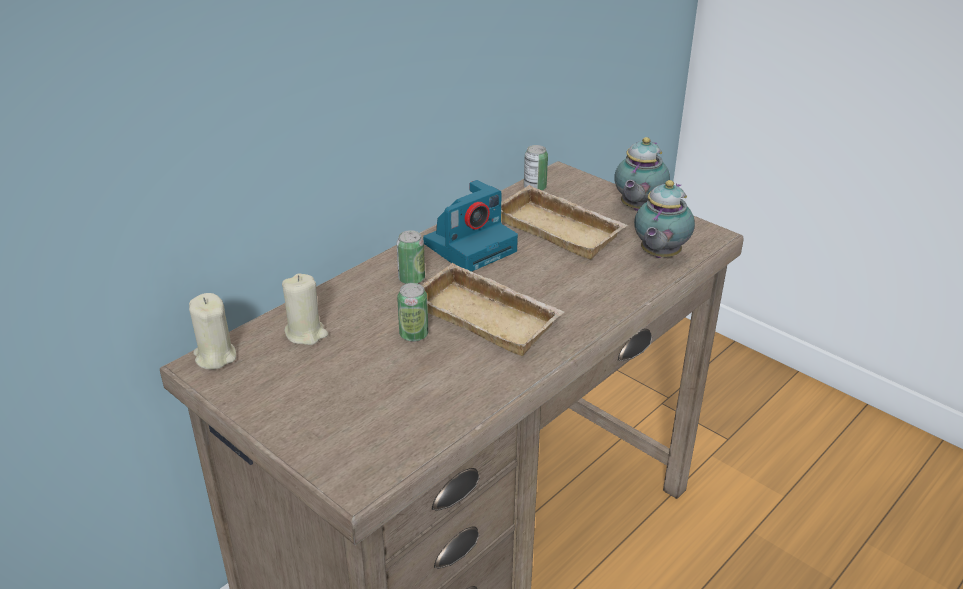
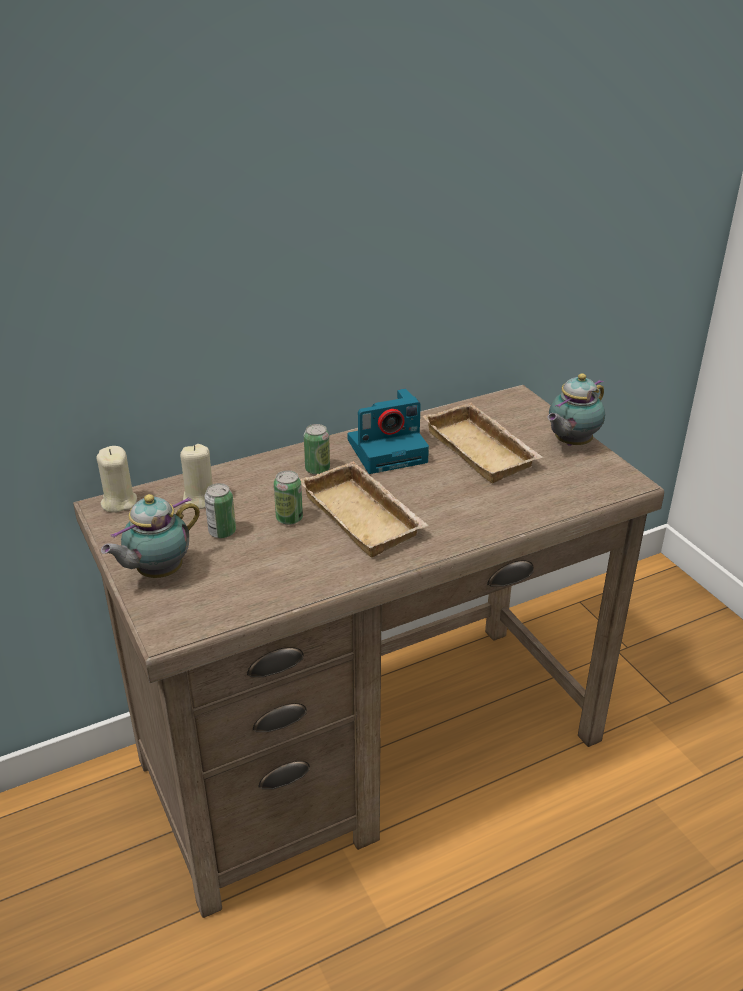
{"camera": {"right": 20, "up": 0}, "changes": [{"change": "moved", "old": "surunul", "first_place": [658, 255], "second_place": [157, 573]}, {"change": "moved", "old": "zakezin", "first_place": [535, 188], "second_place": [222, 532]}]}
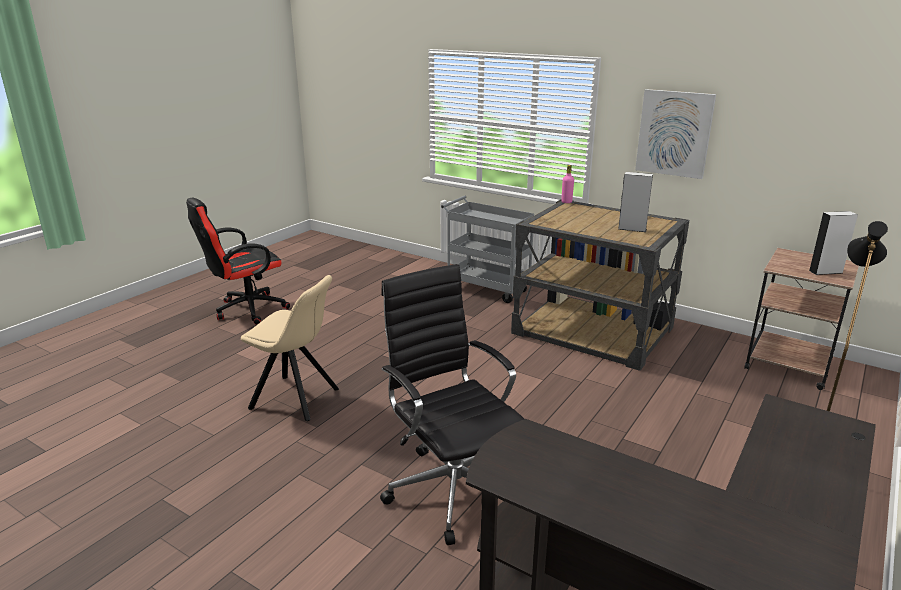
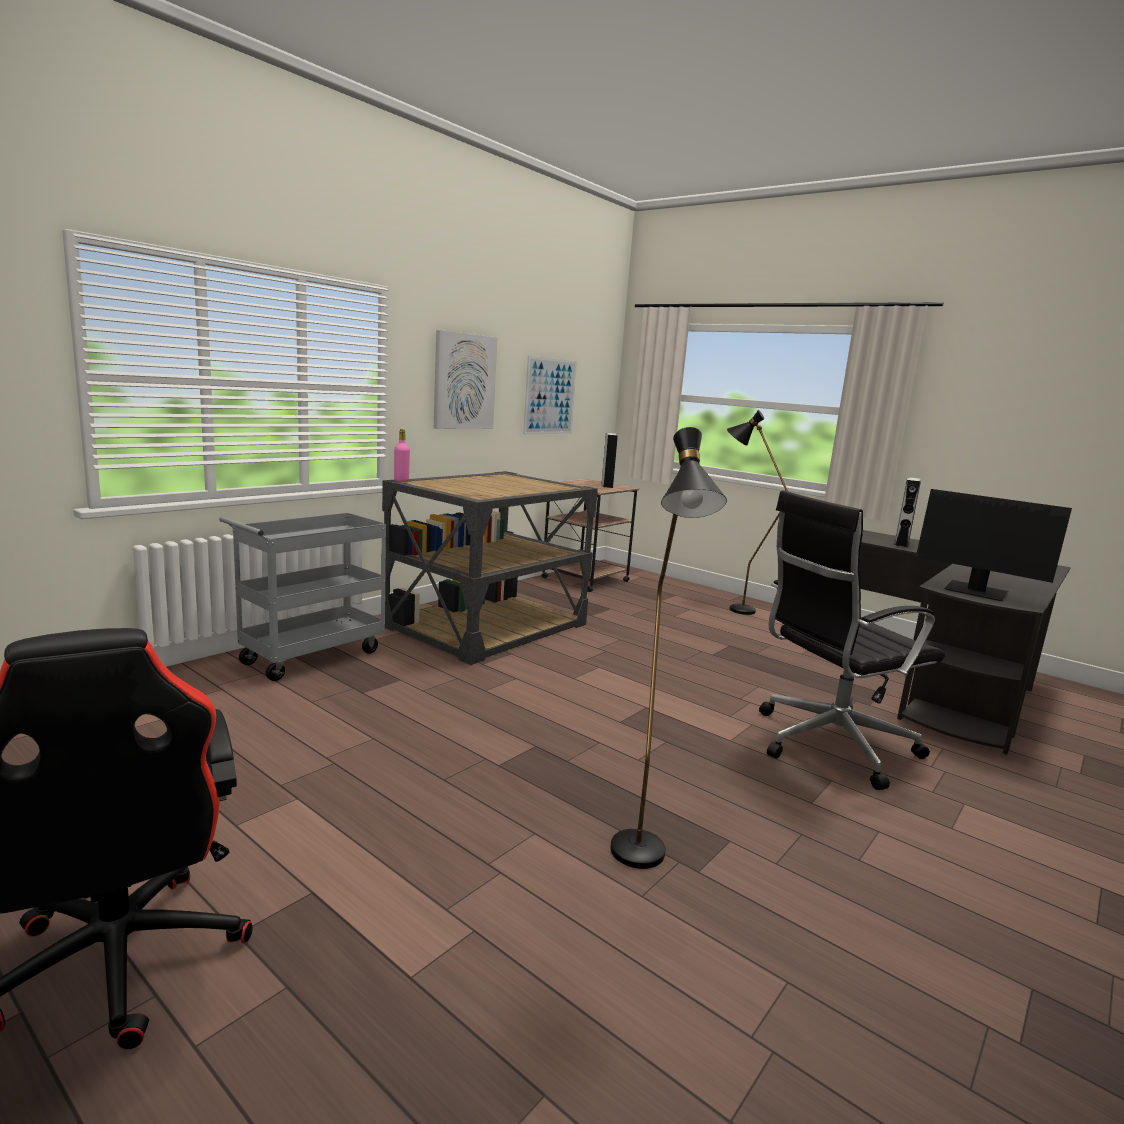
{"camera": {"right": -85, "up": -10}, "changes": [{"change": "added", "new": "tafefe", "second_place": [550, 396]}, {"change": "replaced", "old": "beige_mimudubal", "new": "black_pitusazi", "first_place": [295, 398], "second_place": [641, 865]}, {"change": "moved", "old": "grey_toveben", "first_place": [632, 229], "second_place": [901, 544]}, {"change": "added", "new": "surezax", "second_place": [976, 592]}]}
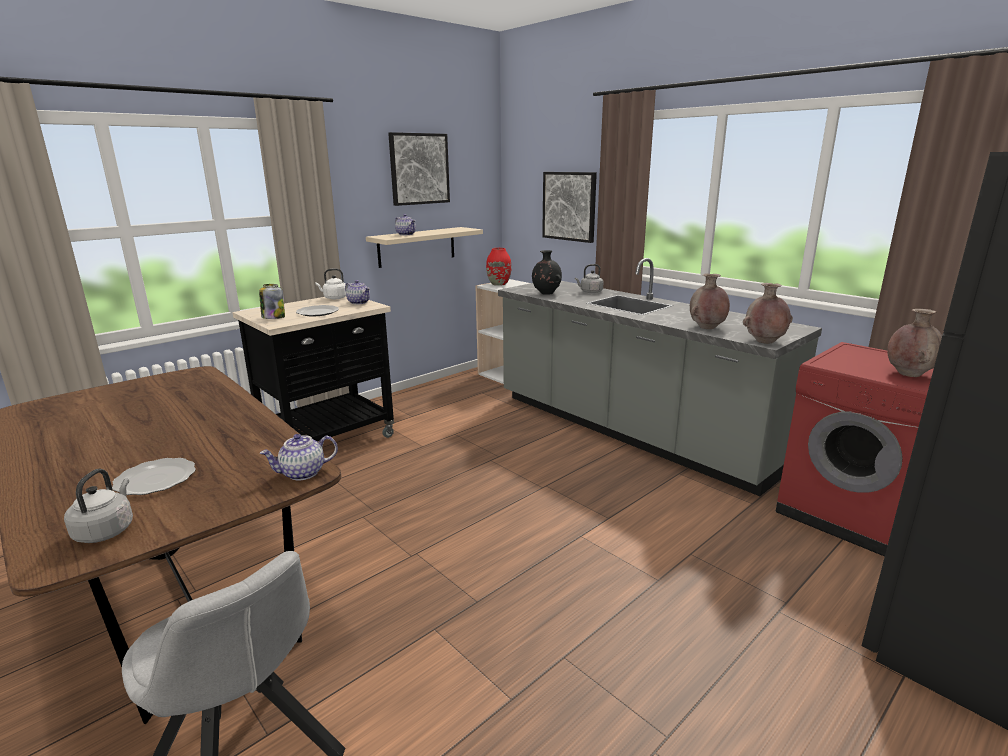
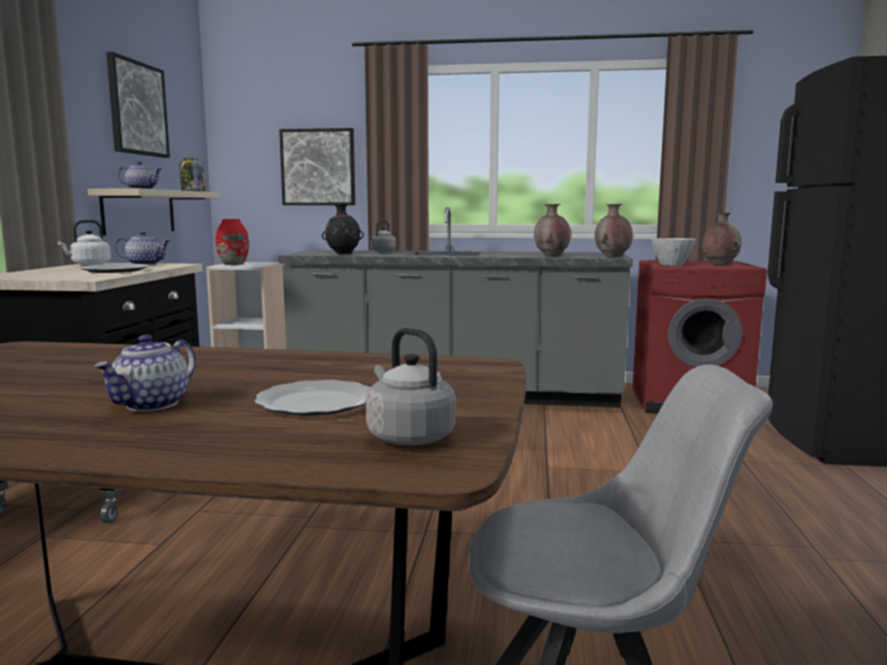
{"camera": {"right": -40, "up": -10}, "changes": [{"change": "moved", "old": "surunul", "first_place": [302, 473], "second_place": [152, 405]}, {"change": "moved", "old": "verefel", "first_place": [273, 317], "second_place": [193, 191]}, {"change": "added", "new": "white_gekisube", "second_place": [671, 264]}]}
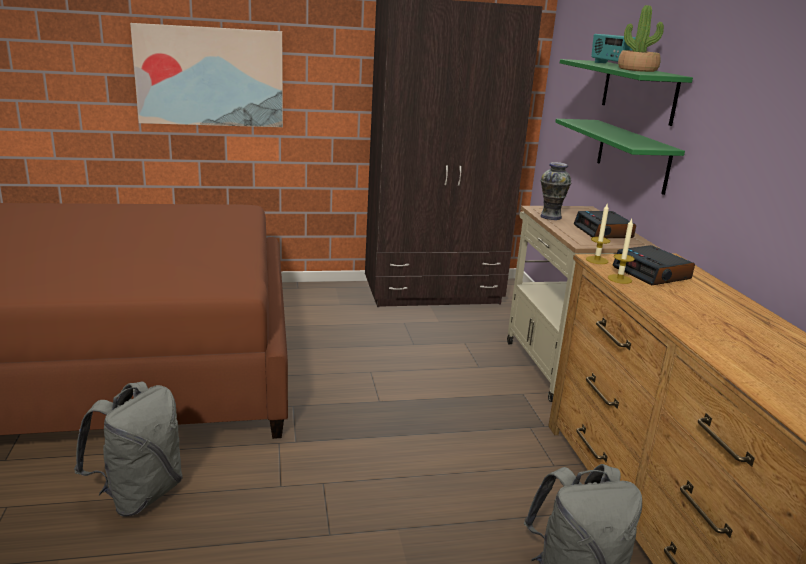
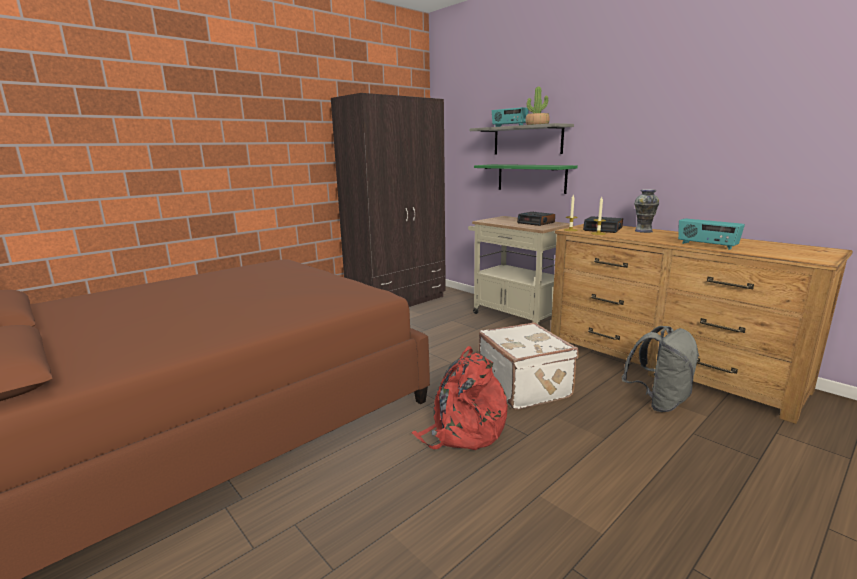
{"camera": {"right": -30, "up": -5}, "changes": [{"change": "added", "new": "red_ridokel", "second_place": [463, 430]}, {"change": "recoloured", "old": "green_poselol", "new": "grey_poselol", "first_place": [638, 91], "second_place": [527, 140]}, {"change": "added", "new": "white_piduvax", "second_place": [525, 386]}, {"change": "moved", "old": "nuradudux", "first_place": [551, 217], "second_place": [643, 231]}, {"change": "added", "new": "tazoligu", "second_place": [706, 245]}, {"change": "removed", "old": "grey_ridokel", "first_place": [139, 494]}, {"change": "removed", "old": "tafefe", "first_place": [210, 76]}]}
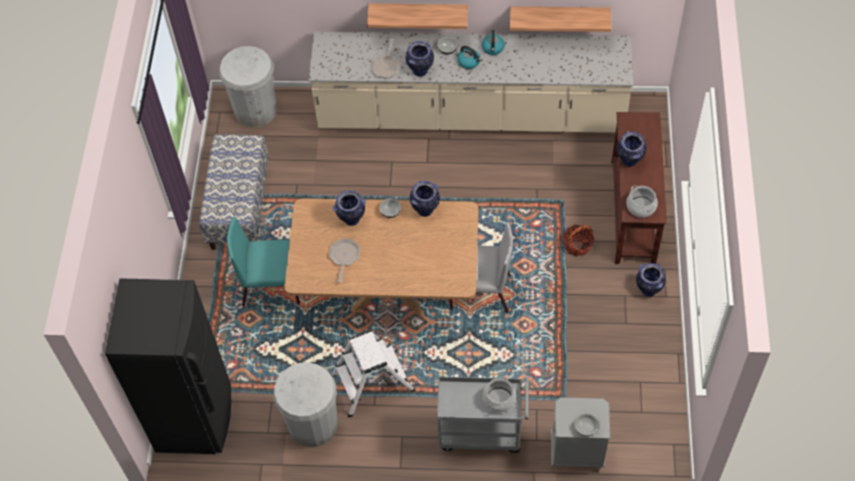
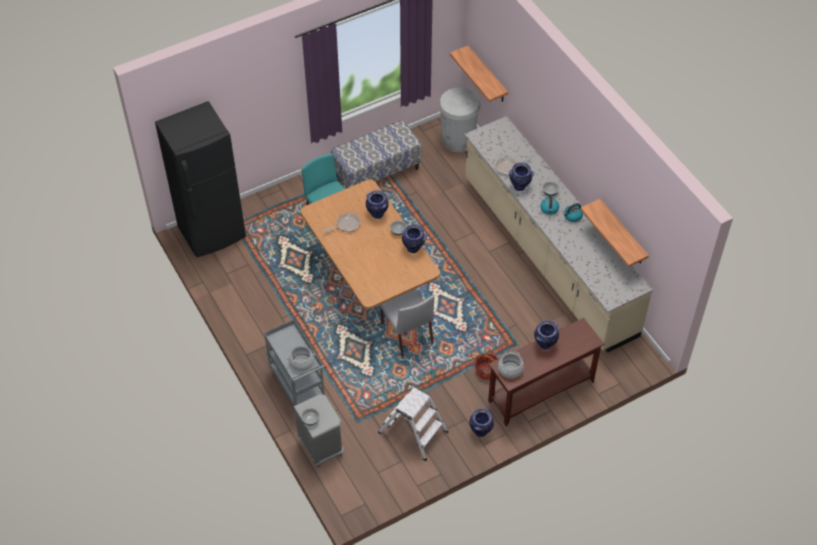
{"camera": {"right": 55, "up": -5}, "changes": [{"change": "moved", "old": "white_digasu", "first_place": [372, 383], "second_place": [413, 432]}, {"change": "moved", "old": "poselol", "first_place": [418, 12], "second_place": [487, 75]}, {"change": "removed", "old": "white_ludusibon", "first_place": [313, 424]}]}
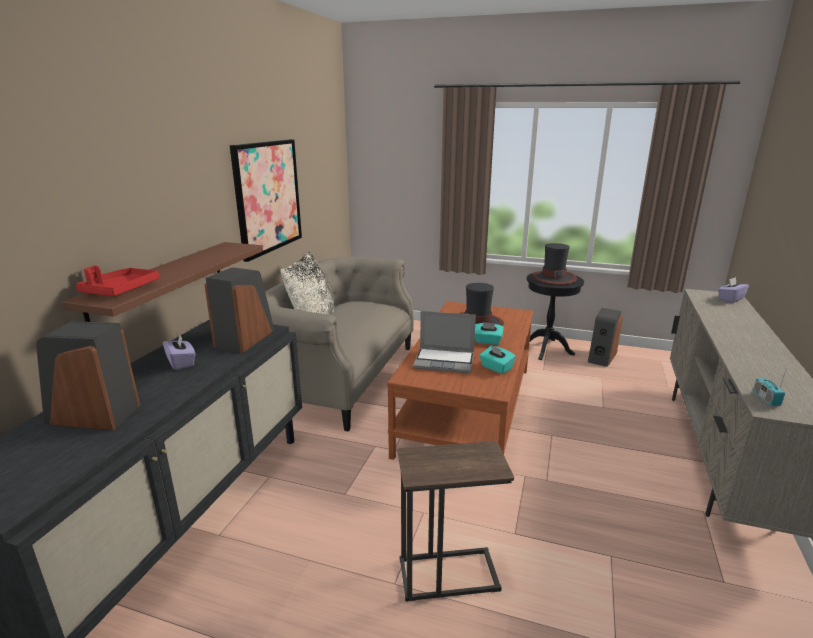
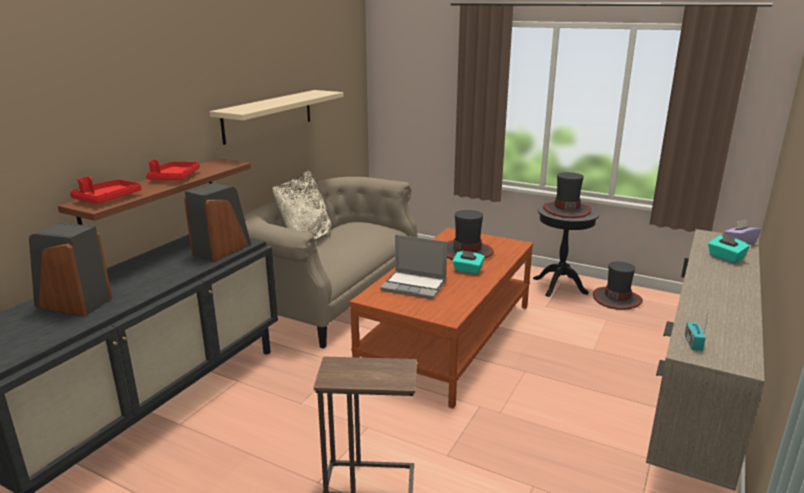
{"camera": {"right": 10, "up": 0}, "changes": [{"change": "added", "new": "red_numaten", "second_place": [174, 178]}, {"change": "replaced", "old": "tafefe", "new": "beige_poselol", "first_place": [268, 197], "second_place": [268, 115]}, {"change": "replaced", "old": "toveben", "new": "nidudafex", "first_place": [601, 357], "second_place": [617, 299]}, {"change": "moved", "old": "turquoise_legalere", "first_place": [496, 368], "second_place": [725, 258]}, {"change": "removed", "old": "purple_legalere", "first_place": [181, 363]}]}
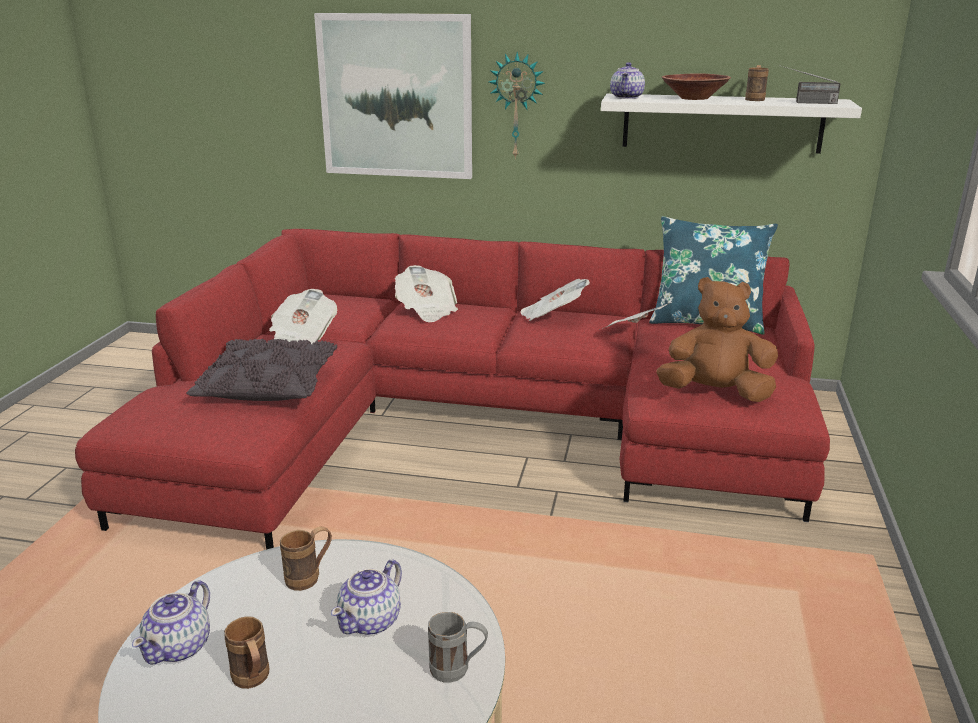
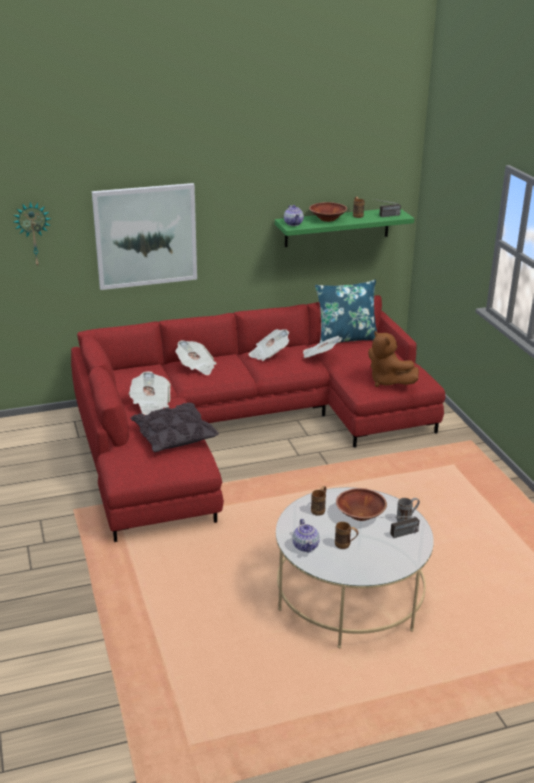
{"camera": {"right": -30, "up": 5}, "changes": [{"change": "moved", "old": "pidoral", "first_place": [516, 106], "second_place": [33, 234]}, {"change": "recoloured", "old": "white_poselol", "new": "green_poselol", "first_place": [722, 123], "second_place": [337, 227]}, {"change": "replaced", "old": "surunul", "new": "brown_gekisube", "first_place": [371, 621], "second_place": [360, 515]}, {"change": "turned", "old": "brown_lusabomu", "first_place": [714, 393], "second_place": [387, 381], "degrees": -105}, {"change": "added", "new": "tazoligu", "second_place": [398, 535]}]}
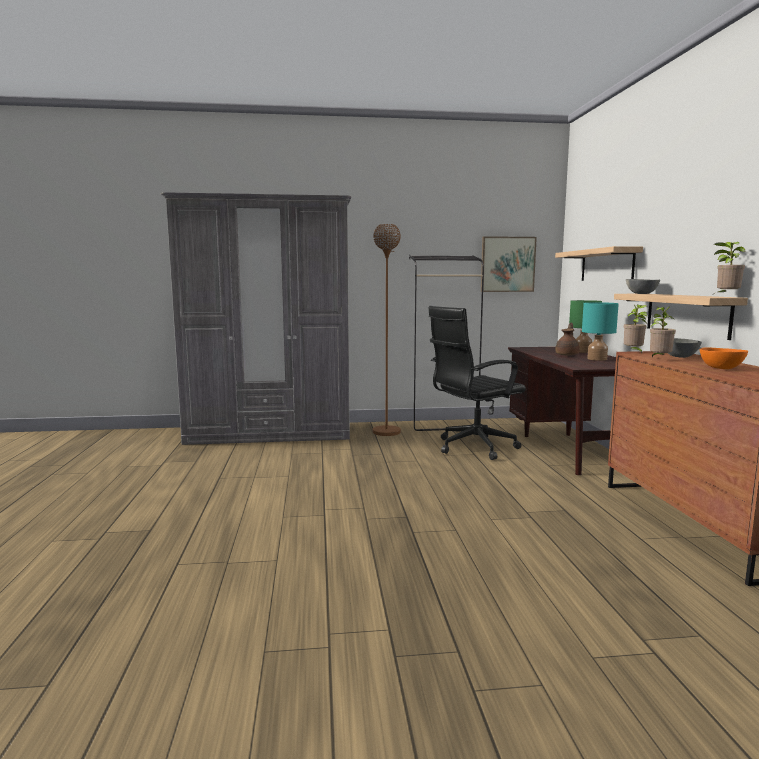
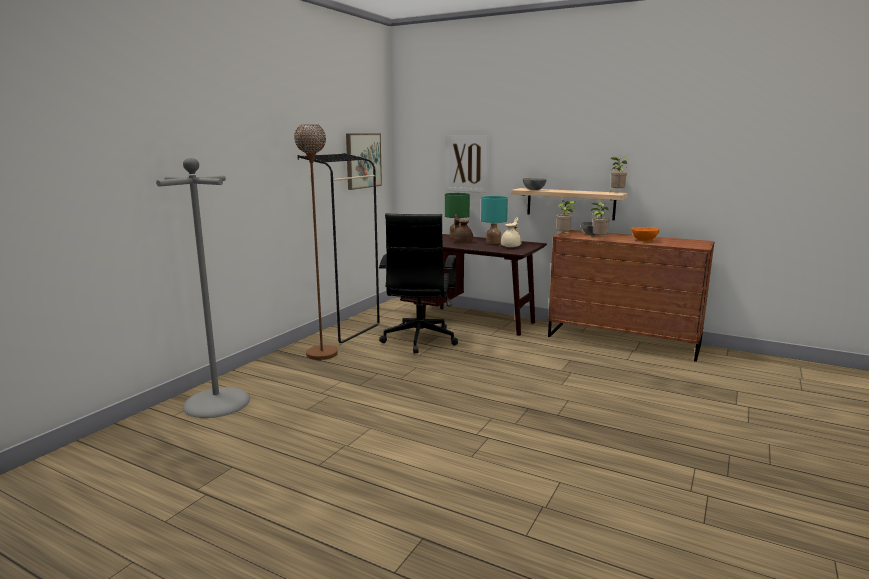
{"camera": {"right": -55, "up": 5}, "changes": [{"change": "replaced", "old": "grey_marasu", "new": "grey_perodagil", "first_place": [270, 434], "second_place": [217, 403]}, {"change": "replaced", "old": "poselol", "new": "tafefe", "first_place": [606, 265], "second_place": [467, 163]}, {"change": "added", "new": "beige_surunul", "second_place": [511, 246]}]}
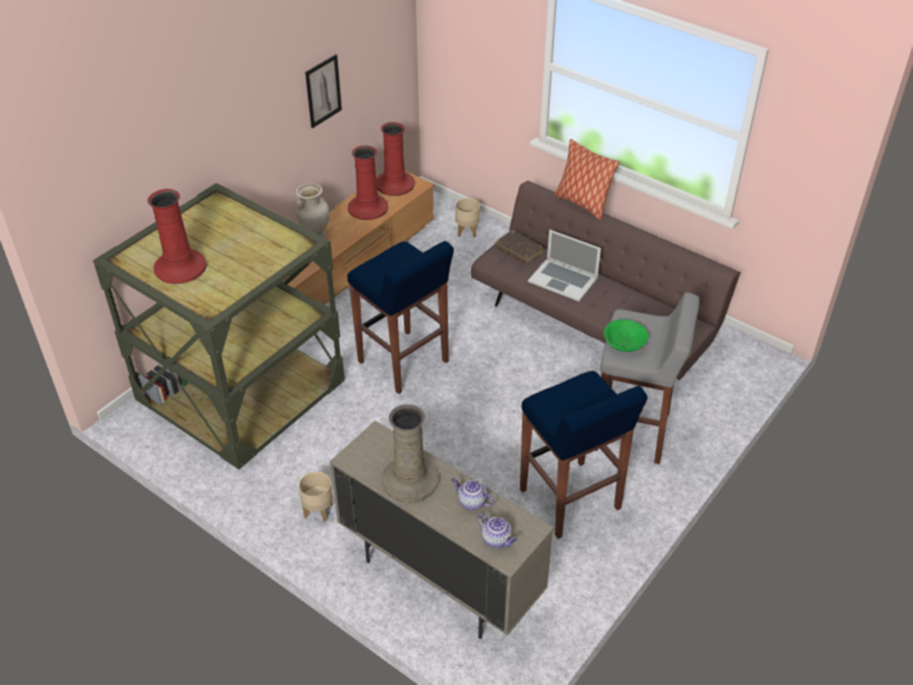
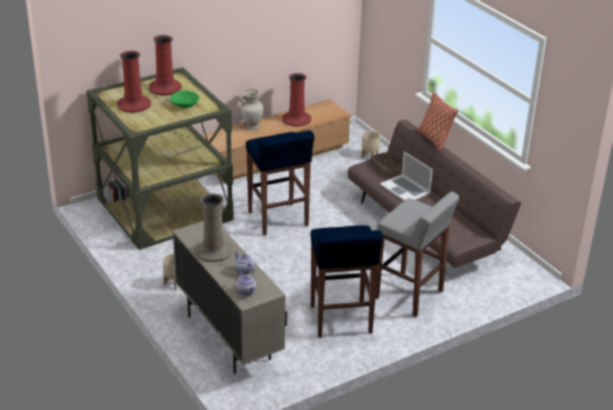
{"camera": {"right": 20, "up": -10}, "changes": [{"change": "moved", "old": "red_nuradudux", "first_place": [394, 184], "second_place": [164, 88]}, {"change": "moved", "old": "green_gekisube", "first_place": [624, 343], "second_place": [185, 104]}, {"change": "removed", "old": "tafefe", "first_place": [323, 91]}]}
